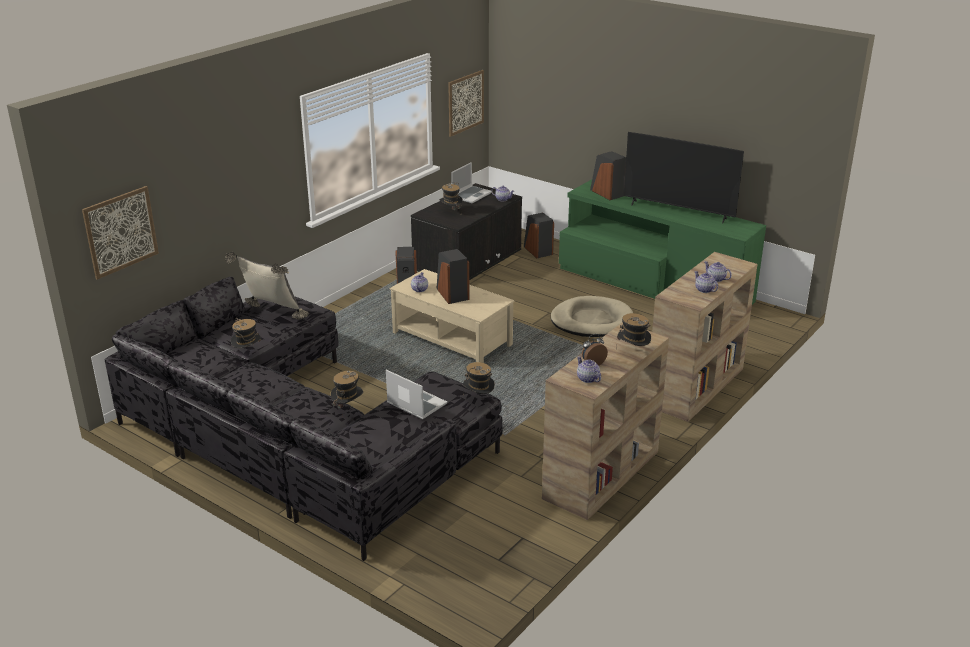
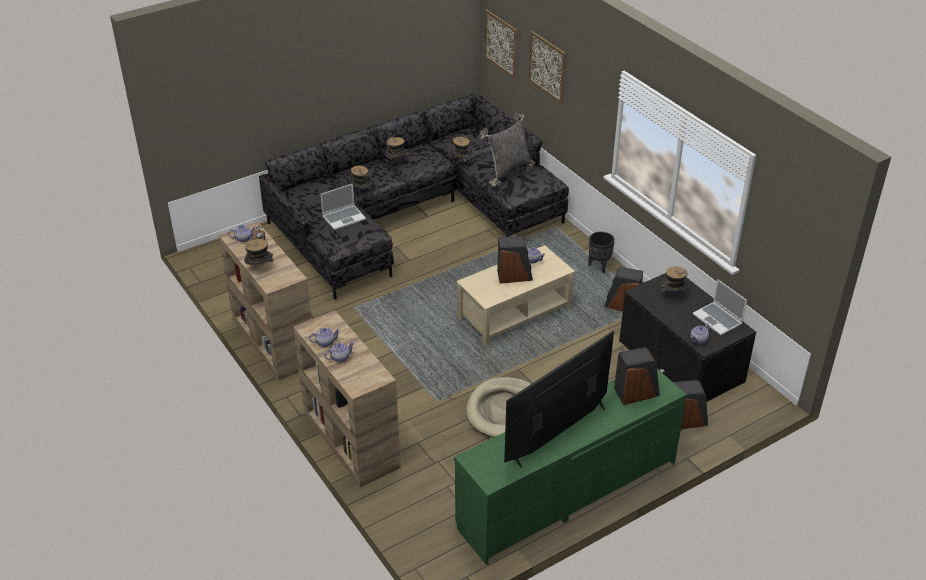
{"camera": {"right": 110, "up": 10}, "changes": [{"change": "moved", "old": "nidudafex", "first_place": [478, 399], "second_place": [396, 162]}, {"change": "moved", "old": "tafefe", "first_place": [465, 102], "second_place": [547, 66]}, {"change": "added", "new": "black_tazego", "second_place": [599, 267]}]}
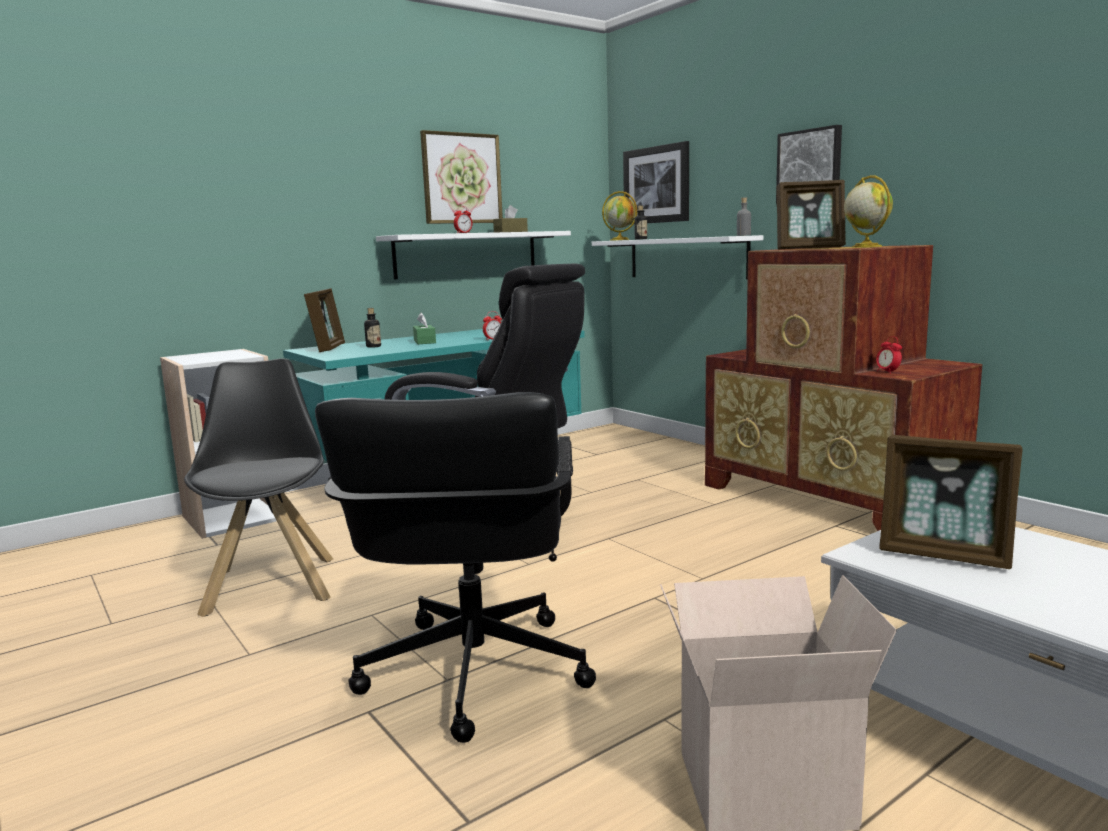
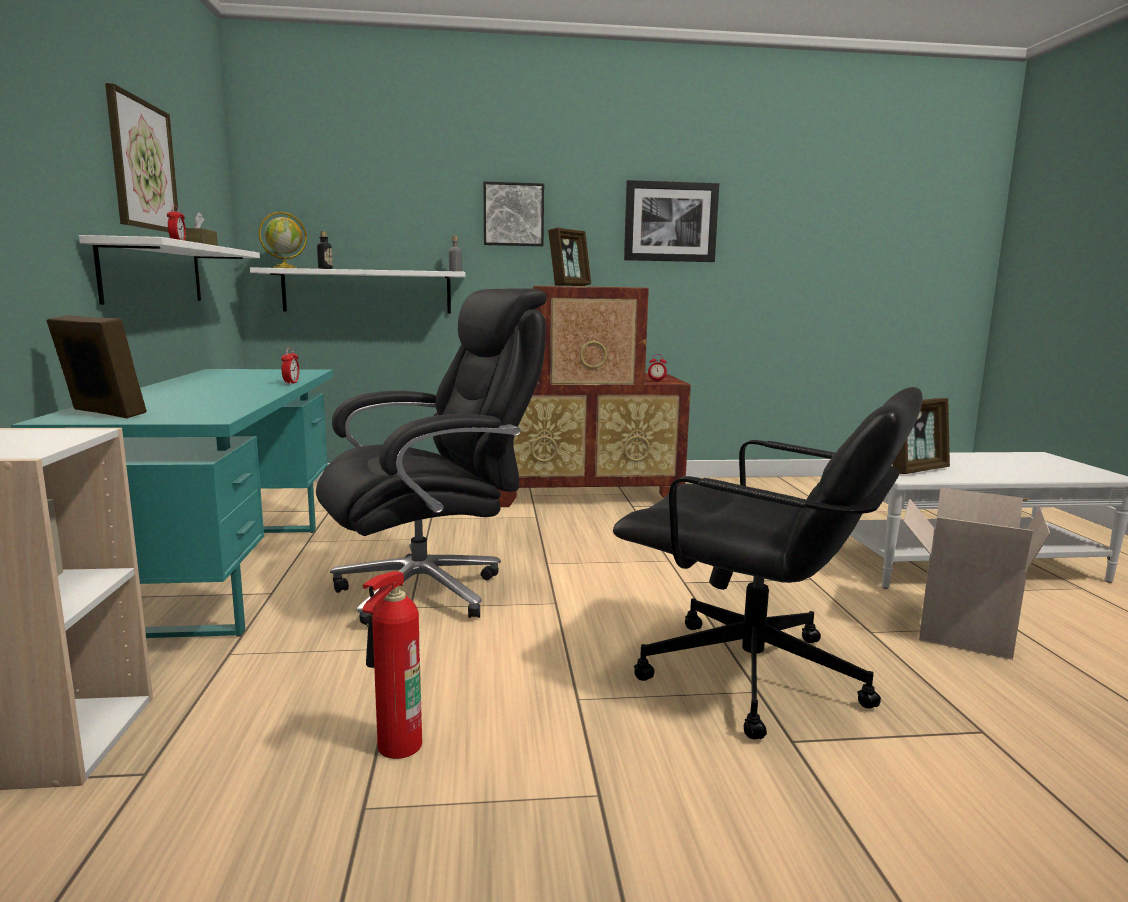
{"camera": {"right": -60, "up": 0}, "changes": [{"change": "replaced", "old": "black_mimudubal", "new": "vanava", "first_place": [272, 583], "second_place": [394, 747]}, {"change": "moved", "old": "tafefe", "first_place": [656, 185], "second_place": [670, 222]}, {"change": "removed", "old": "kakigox", "first_place": [373, 346]}, {"change": "removed", "old": "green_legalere", "first_place": [424, 342]}, {"change": "removed", "old": "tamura", "first_place": [865, 247]}]}
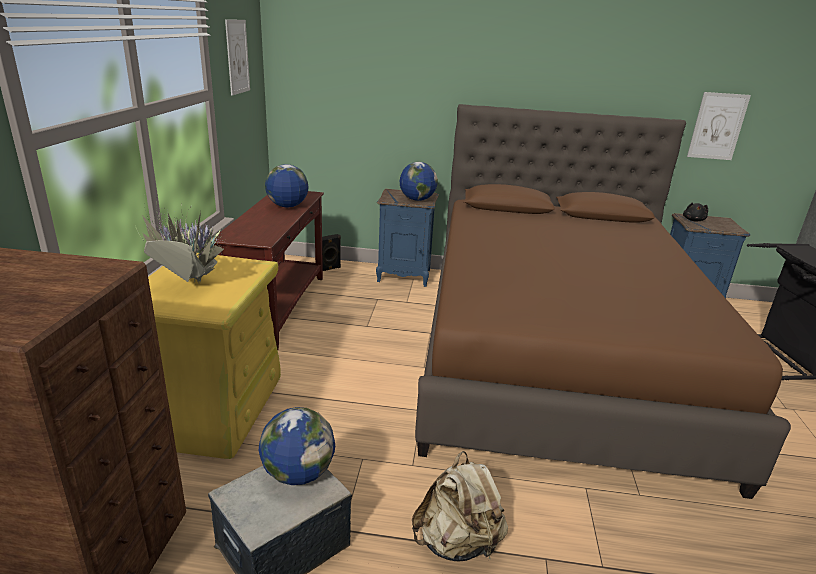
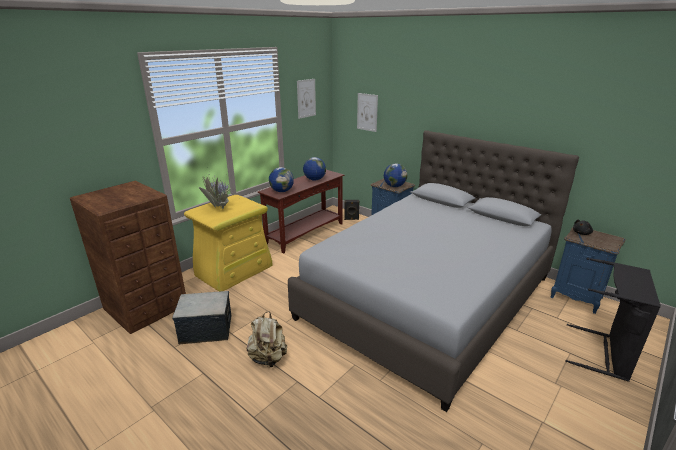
{"camera": {"right": 35, "up": 0}, "changes": [{"change": "moved", "old": "tamura", "first_place": [298, 474], "second_place": [282, 191]}, {"change": "recoloured", "old": "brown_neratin", "new": "grey_neratin", "first_place": [555, 352], "second_place": [428, 297]}, {"change": "moved", "old": "tafefe", "first_place": [717, 126], "second_place": [367, 112]}]}
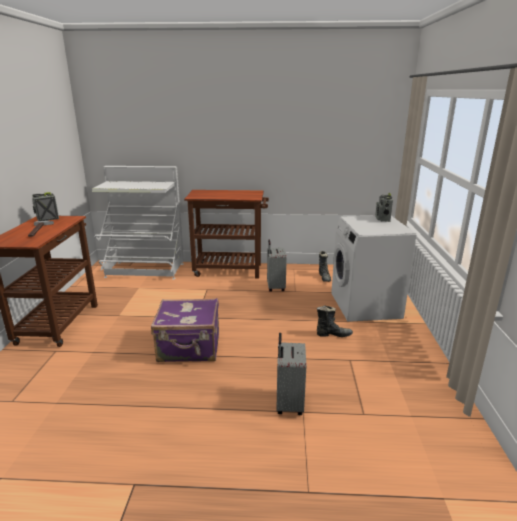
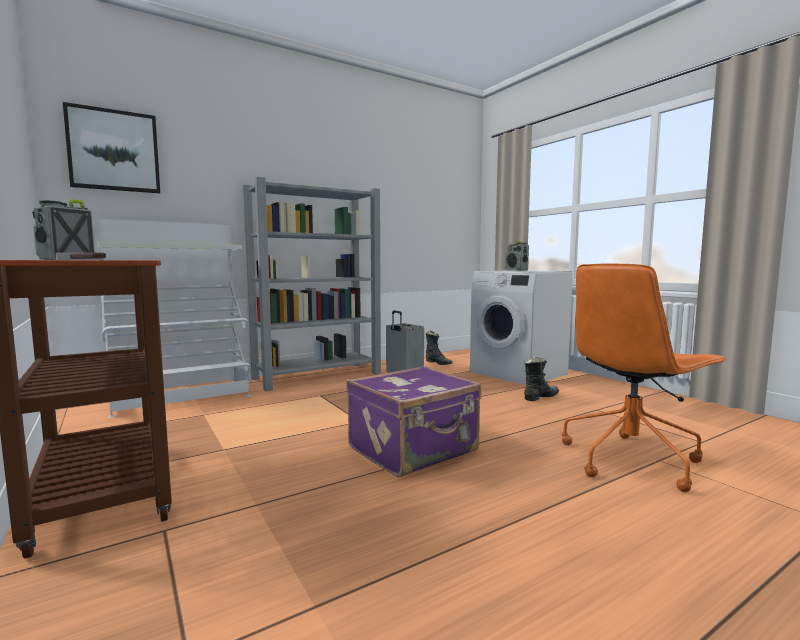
{"camera": {"right": -35, "up": -15}, "changes": [{"change": "added", "new": "tafefe", "second_place": [114, 151]}, {"change": "replaced", "old": "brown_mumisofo", "new": "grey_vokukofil", "first_place": [229, 270], "second_place": [316, 376]}, {"change": "replaced", "old": "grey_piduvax", "new": "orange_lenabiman", "first_place": [288, 404], "second_place": [633, 459]}]}
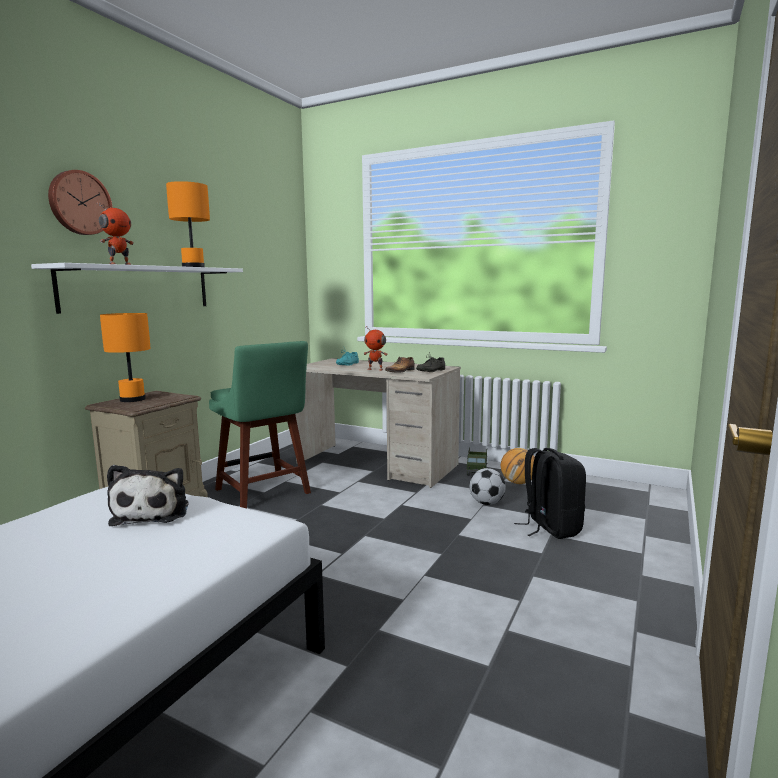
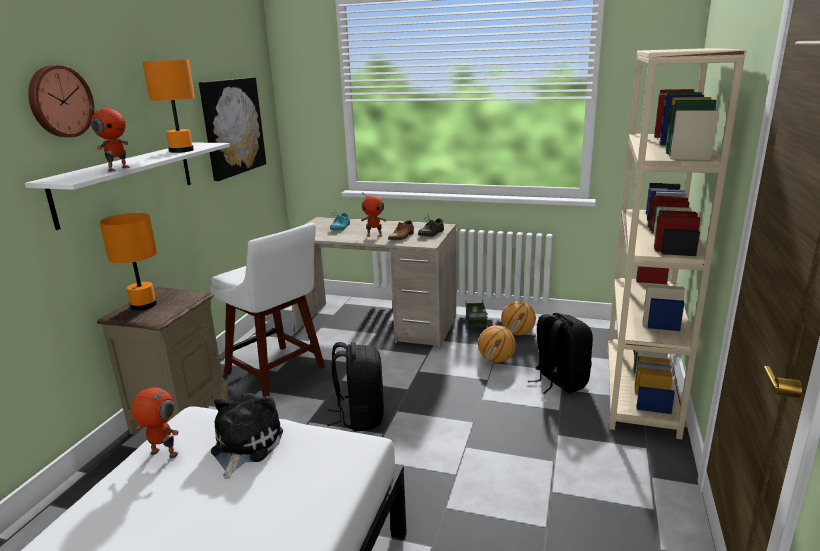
{"camera": {"right": -10, "up": 10}, "changes": [{"change": "added", "new": "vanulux", "second_place": [163, 454]}, {"change": "added", "new": "tafefe", "second_place": [232, 127]}, {"change": "recoloured", "old": "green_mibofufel", "new": "white_mibofufel", "first_place": [264, 492], "second_place": [277, 372]}, {"change": "turned", "old": "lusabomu", "first_place": [153, 512], "second_place": [244, 446], "degrees": -150}, {"change": "added", "new": "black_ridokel", "second_place": [360, 417]}, {"change": "replaced", "old": "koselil", "new": "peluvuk", "first_place": [487, 503], "second_place": [496, 360]}, {"change": "added", "new": "beige_vokukofil", "second_place": [640, 390]}]}
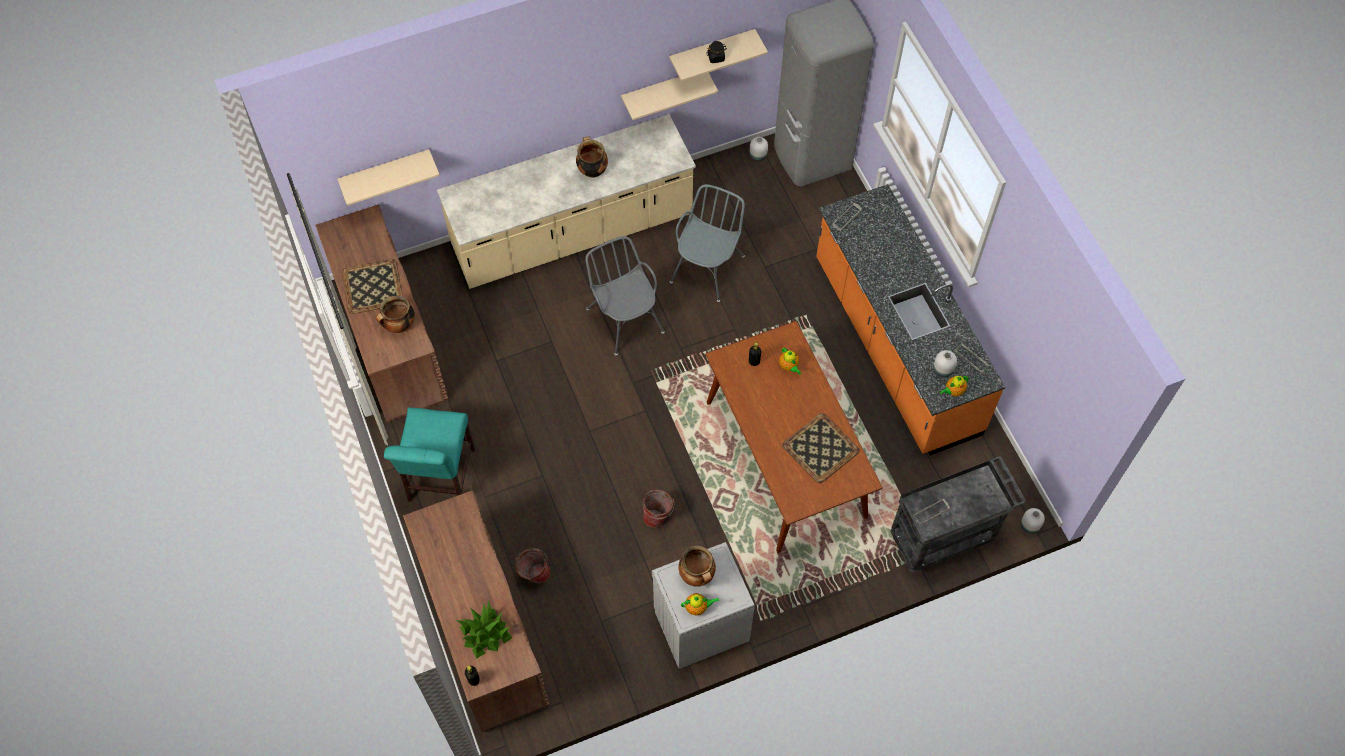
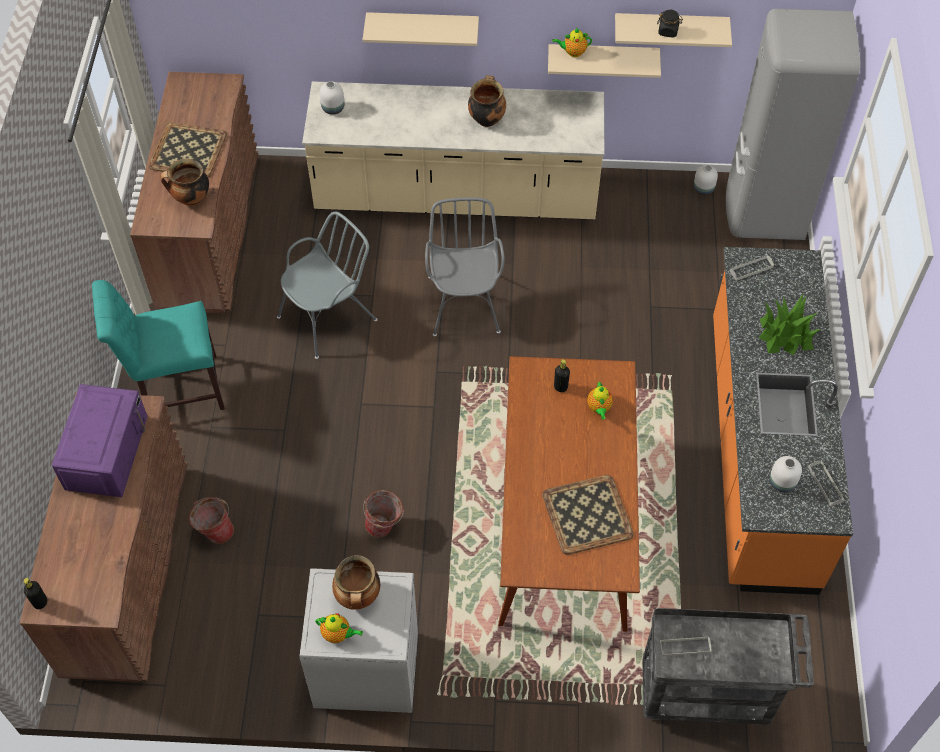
{"camera": {"right": 25, "up": -5}, "changes": [{"change": "added", "new": "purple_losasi", "second_place": [106, 451]}, {"change": "turned", "old": "turquoise_mimudubal", "first_place": [440, 479], "second_place": [176, 389], "degrees": 45}, {"change": "moved", "old": "grey_mimudubal", "first_place": [708, 266], "second_place": [330, 315]}, {"change": "moved", "old": "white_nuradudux", "first_place": [1030, 526], "second_place": [333, 108]}, {"change": "moved", "old": "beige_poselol", "first_place": [385, 172], "second_place": [422, 27]}, {"change": "moved", "old": "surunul", "first_place": [953, 391], "second_place": [573, 52]}, {"change": "moved", "old": "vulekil", "first_place": [485, 633], "second_place": [785, 334]}]}
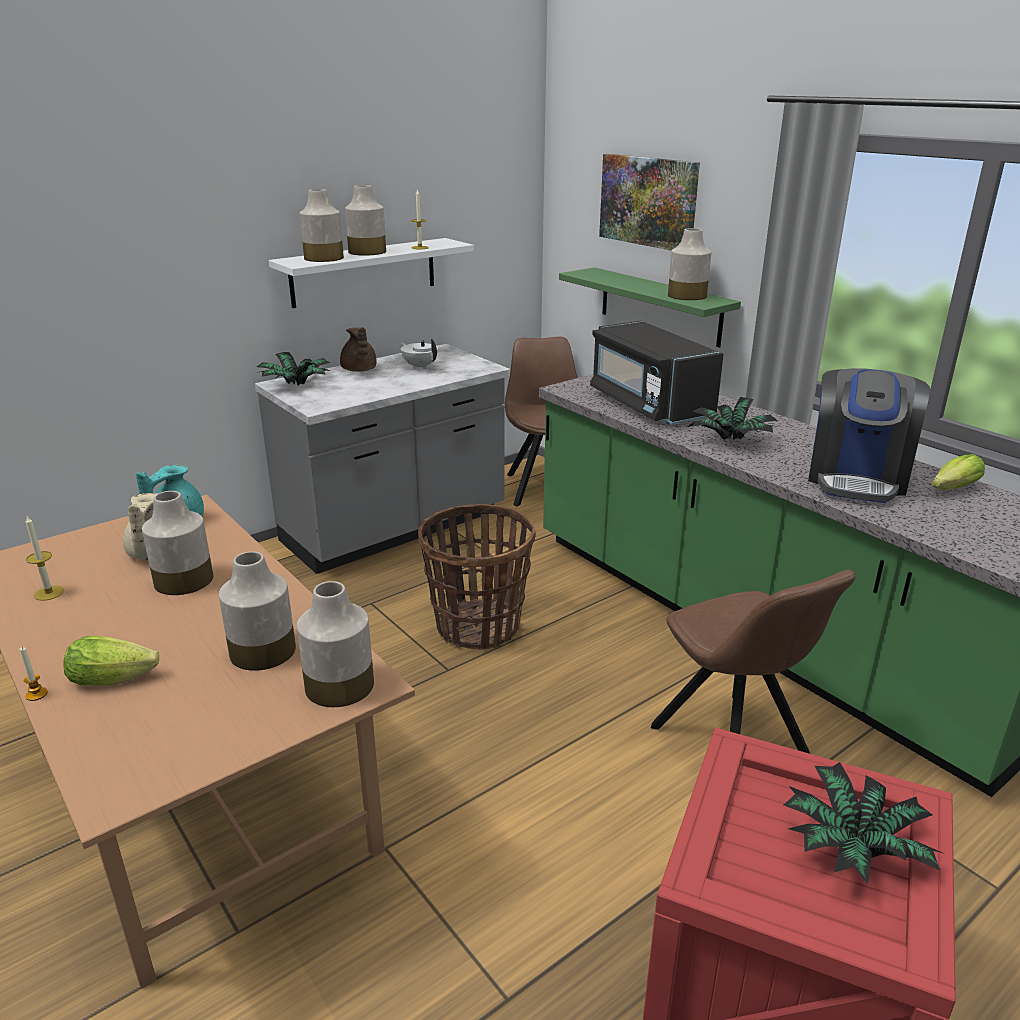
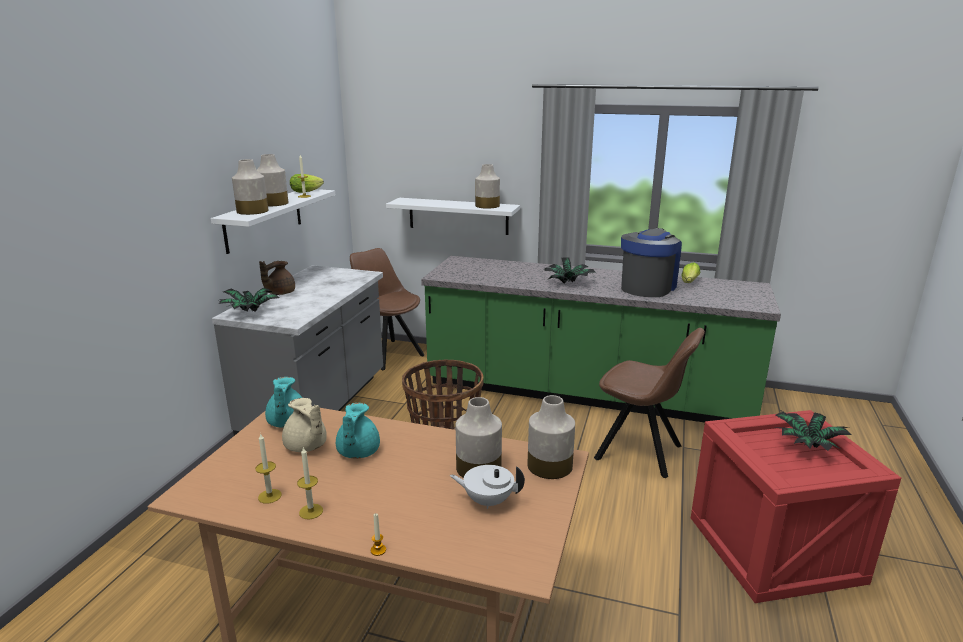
{"camera": {"right": -35, "up": -5}, "changes": [{"change": "turned", "old": "brown_surunul", "first_place": [359, 370], "second_place": [279, 293], "degrees": 90}, {"change": "moved", "old": "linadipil", "first_place": [117, 678], "second_place": [308, 191]}, {"change": "added", "new": "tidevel", "second_place": [311, 511]}, {"change": "replaced", "old": "beige_nuradudux", "new": "turquoise_surunul", "first_place": [183, 579], "second_place": [357, 452]}, {"change": "recoloured", "old": "green_poselol", "new": "white_poselol", "first_place": [660, 306], "second_place": [458, 216]}, {"change": "moved", "old": "white_surunul", "first_place": [420, 366], "second_place": [488, 501]}, {"change": "turned", "old": "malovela", "first_place": [857, 478], "second_place": [647, 287], "degrees": -135}, {"change": "removed", "old": "black_losasi", "first_place": [648, 404]}, {"change": "removed", "old": "tafefe", "first_place": [648, 201]}]}
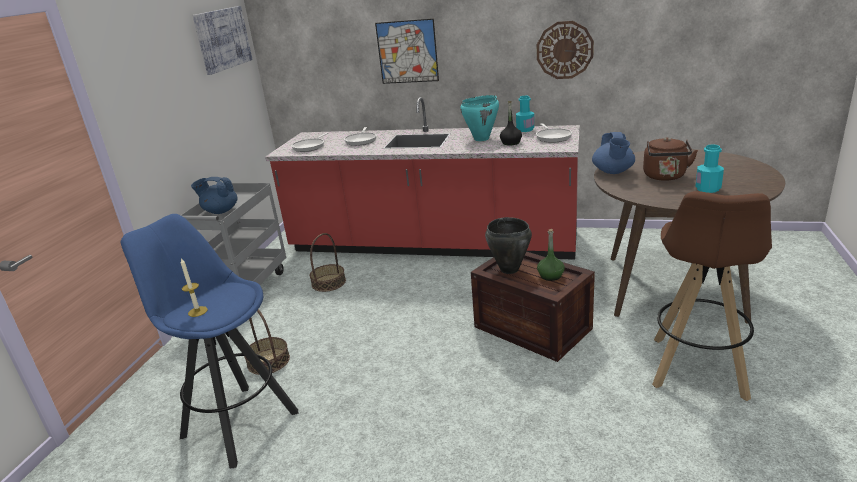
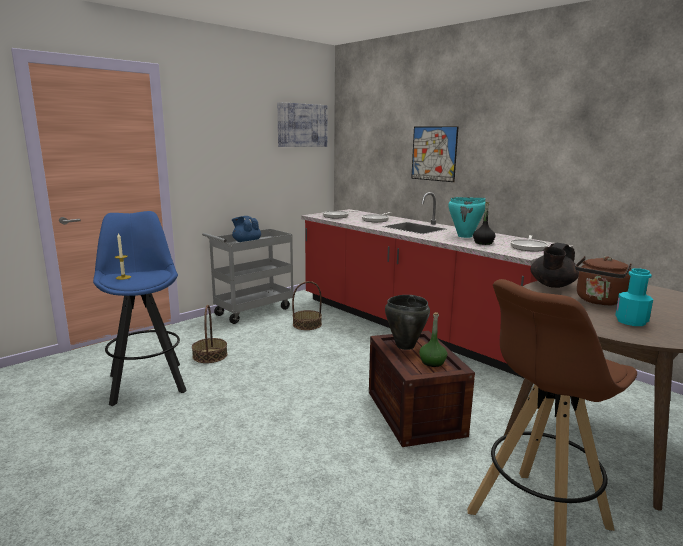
{"camera": {"right": 30, "up": -10}, "changes": [{"change": "recoloured", "old": "blue_surunul", "new": "black_surunul", "first_place": [613, 172], "second_place": [552, 285]}, {"change": "removed", "old": "turquoise_kakigox", "first_place": [525, 129]}, {"change": "removed", "old": "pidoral", "first_place": [564, 50]}]}
